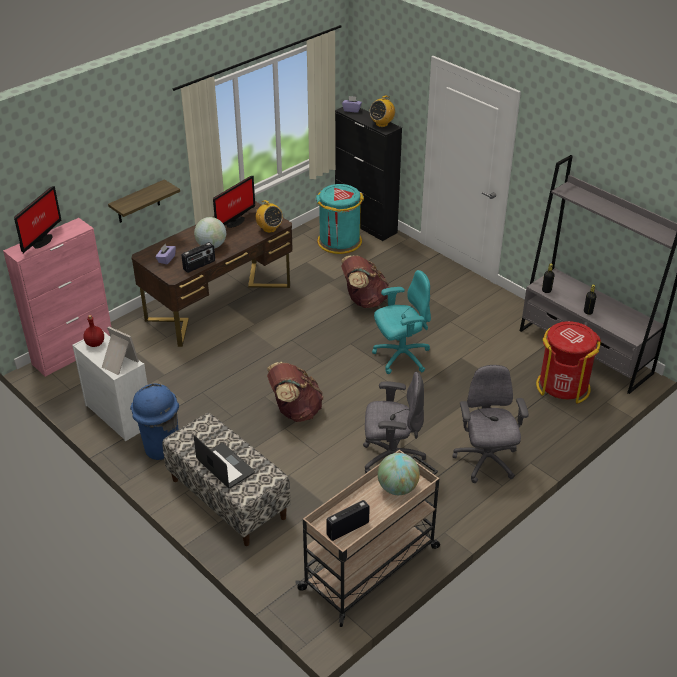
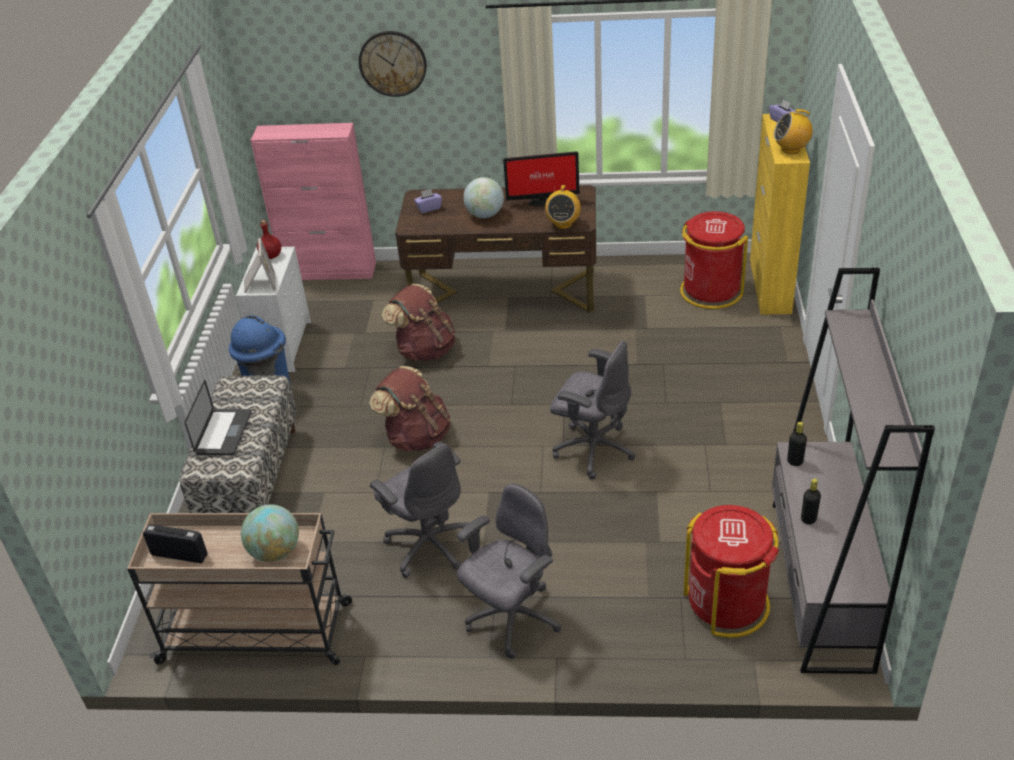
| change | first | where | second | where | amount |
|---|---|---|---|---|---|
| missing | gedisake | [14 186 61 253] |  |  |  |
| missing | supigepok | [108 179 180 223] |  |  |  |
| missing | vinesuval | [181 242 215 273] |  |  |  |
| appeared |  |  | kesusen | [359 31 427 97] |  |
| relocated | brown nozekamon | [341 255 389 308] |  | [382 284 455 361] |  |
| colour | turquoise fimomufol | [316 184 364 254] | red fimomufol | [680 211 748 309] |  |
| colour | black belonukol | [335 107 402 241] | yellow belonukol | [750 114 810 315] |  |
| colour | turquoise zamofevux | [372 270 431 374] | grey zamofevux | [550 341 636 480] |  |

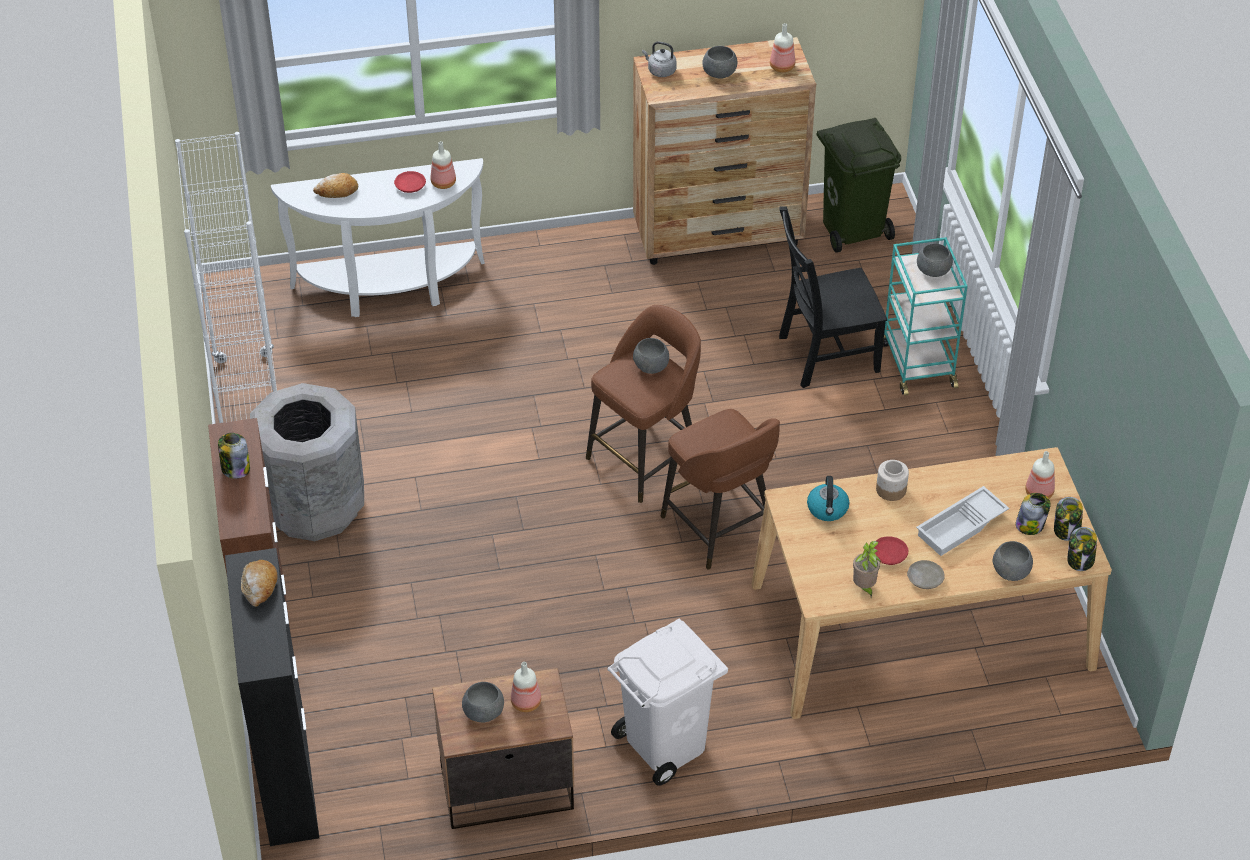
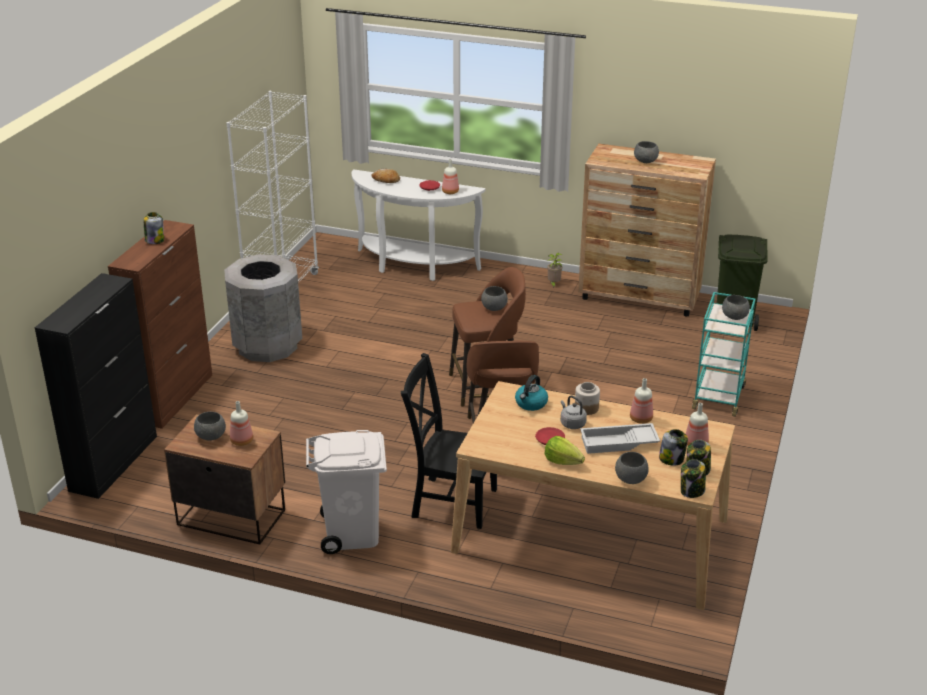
| change | first | where | second | where | amount |
|---|---|---|---|---|---|
| missing | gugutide | [241 560 277 607] |  |  |  |
| relocated | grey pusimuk | [642 41 677 77] |  | [561 395 587 429] |  |
| relocated | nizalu | [770 23 795 72] |  | [630 378 653 424] |  |
| relocated | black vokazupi | [779 207 887 388] |  | [401 353 497 529] |  |
| relocated | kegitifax | [853 541 881 597] |  | [547 253 563 288] |  |
| exchanged | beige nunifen | [907 560 945 589] | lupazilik | [544 436 585 465] |  |

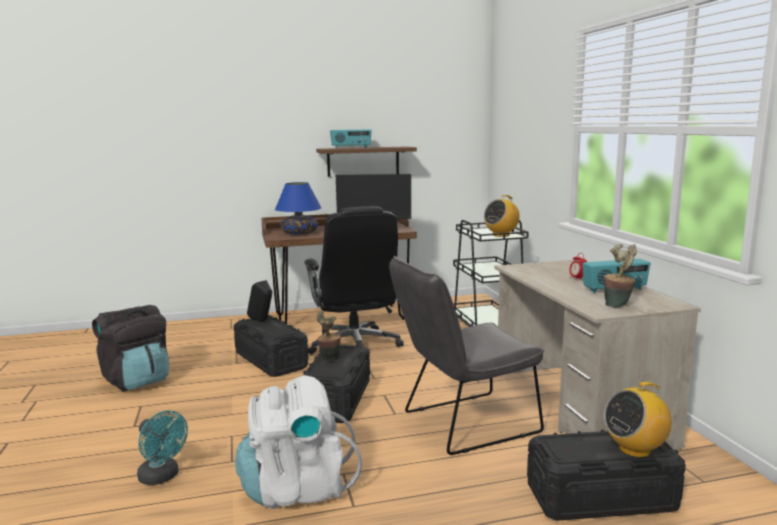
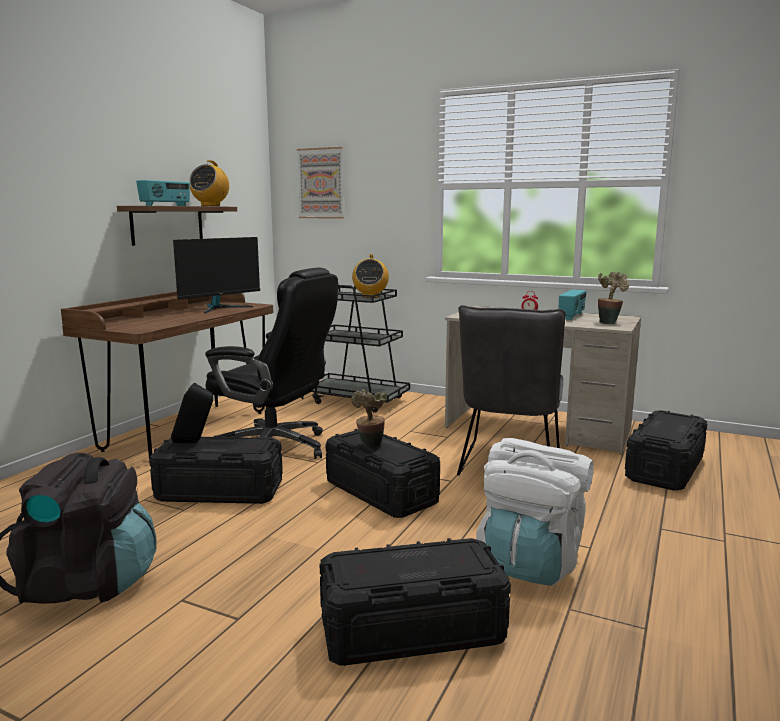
| change | first | where | second | where | amount |
|---|---|---|---|---|---|
| missing | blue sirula | [275 182 321 235] |  |  |  |
| appeared |  |  | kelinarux | [297 147 344 218] |  |
| relocated | vinesuval | [604 382 672 458] |  | [189 160 229 206] |  |
| exchanged | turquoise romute | [137 410 188 485] | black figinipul | [320 538 511 666] |  |

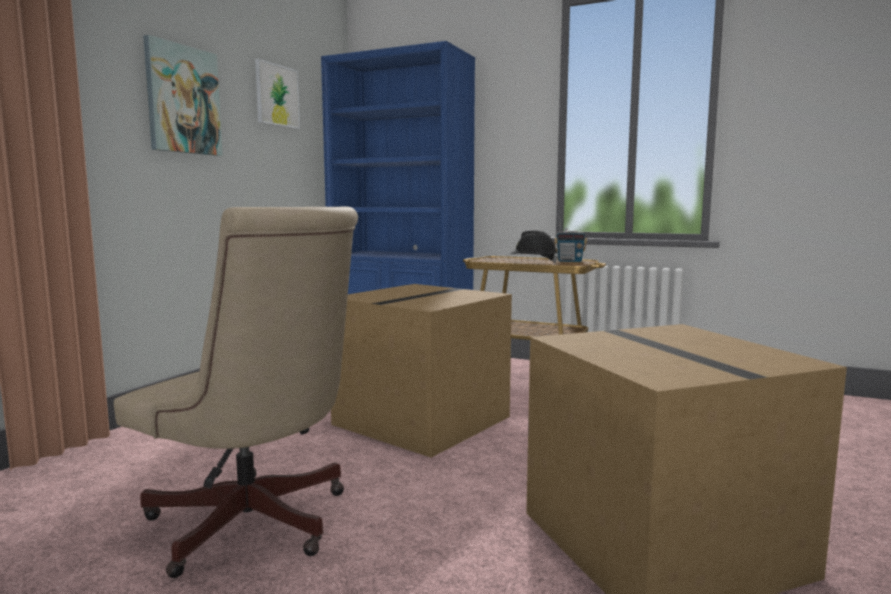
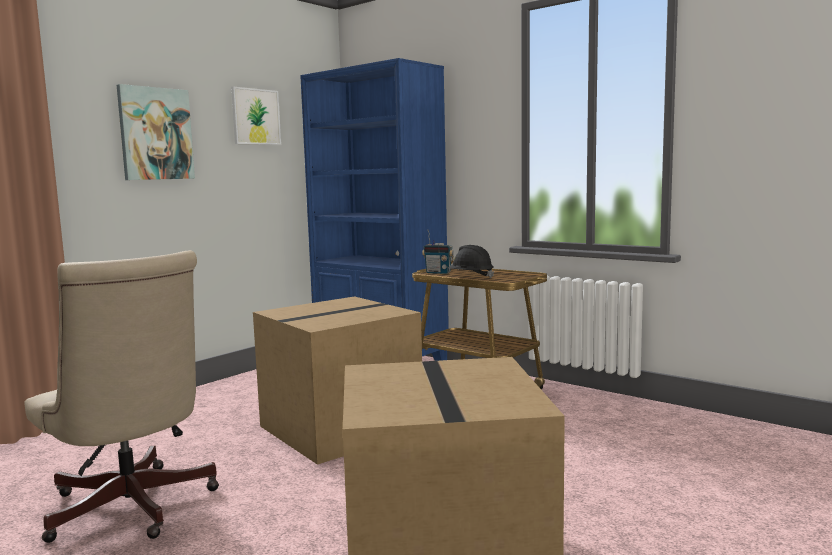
| change | first | where | second | where | amount |
|---|---|---|---|---|---|
| relocated | vinesuval | [554 217 587 262] |  | [422 231 454 274] |  |

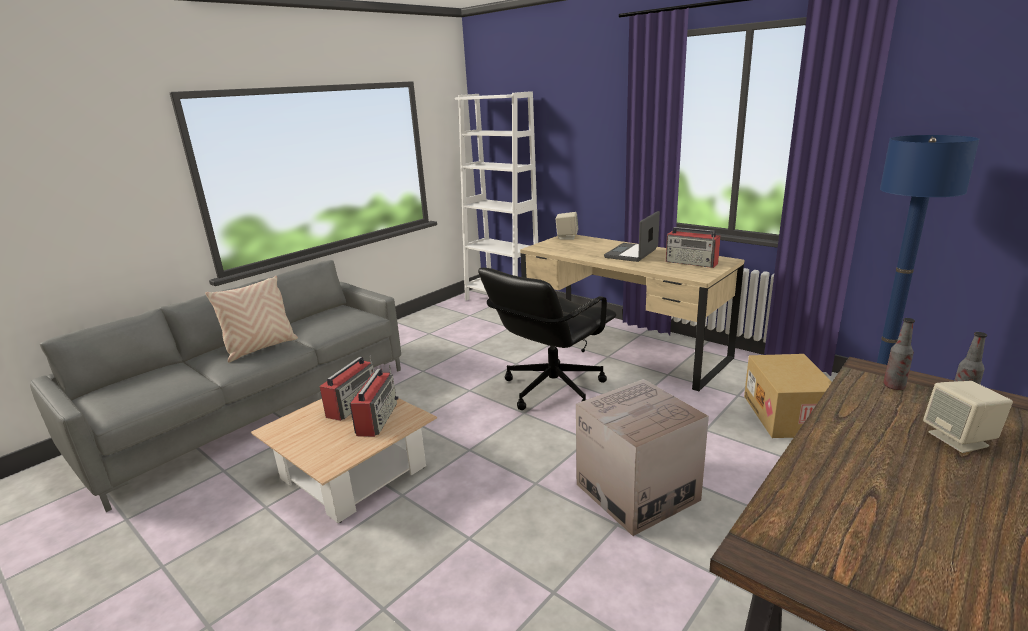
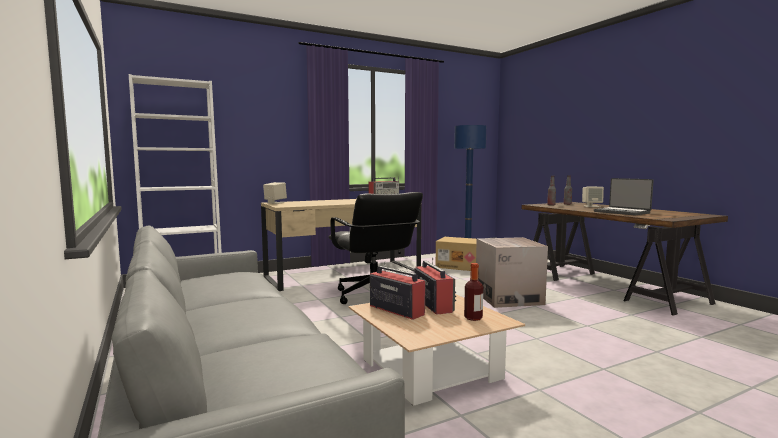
| change | first | where | second | where | amount |
|---|---|---|---|---|---|
| missing | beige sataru | [205 276 298 363] |  |  |  |
| appeared |  |  | nizalu | [464 263 483 321] |  |
| relocated | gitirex | [604 211 660 262] |  | [594 178 654 215] |  |
| spun | vinesuval | [350 365 399 437] |  | [415 257 456 315] | 45 degrees clockwise |

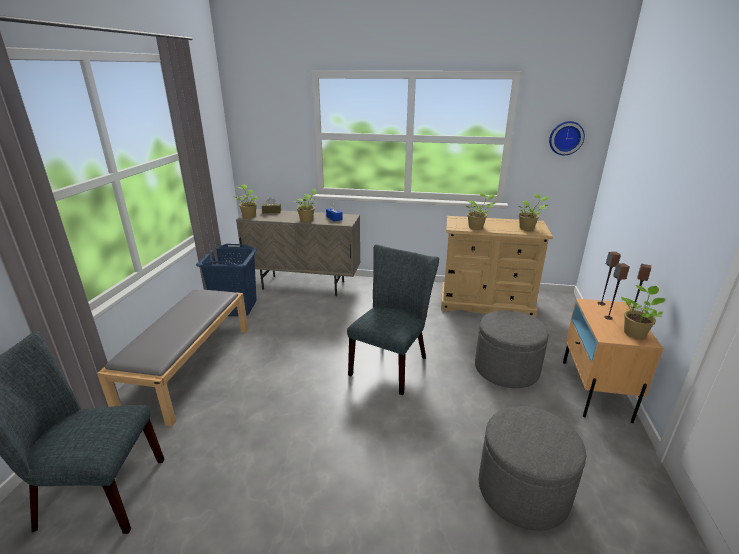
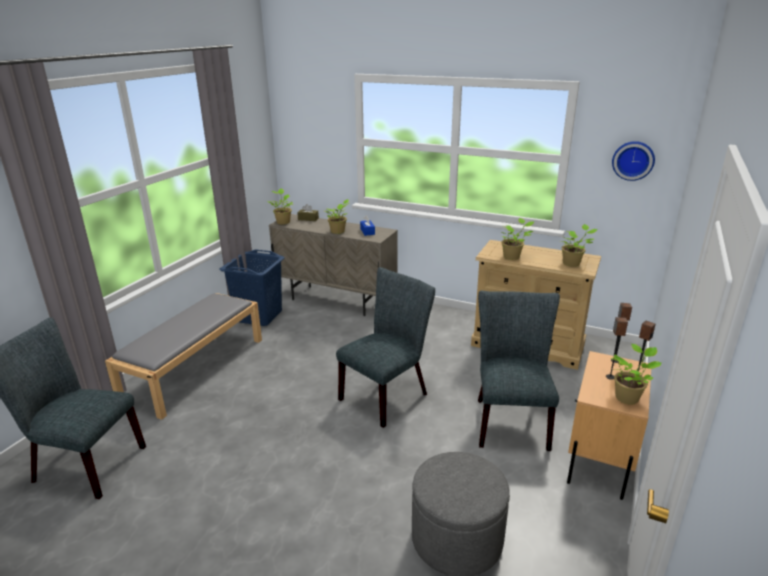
| change | first | where | second | where | amount |
|---|---|---|---|---|---|
| exchanged | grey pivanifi | [475 310 549 388] | grey vokazupi | [478 291 560 451] |  |

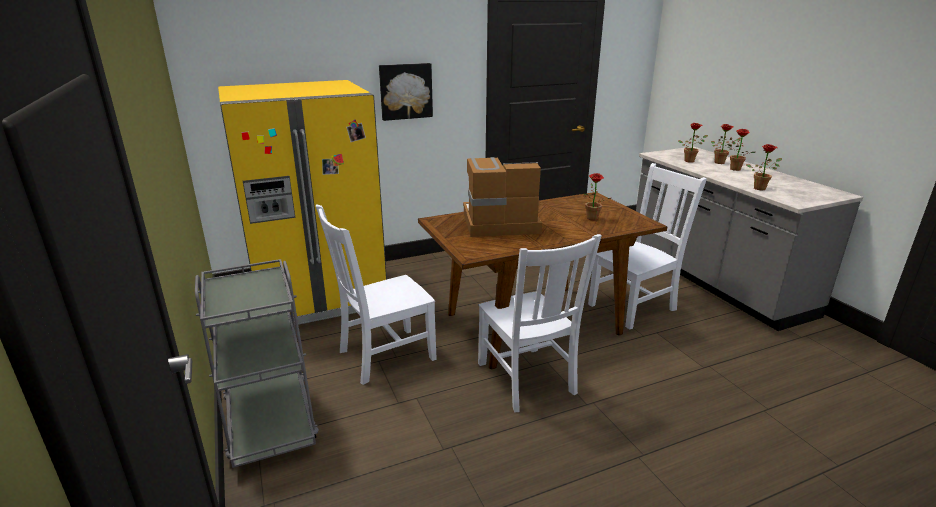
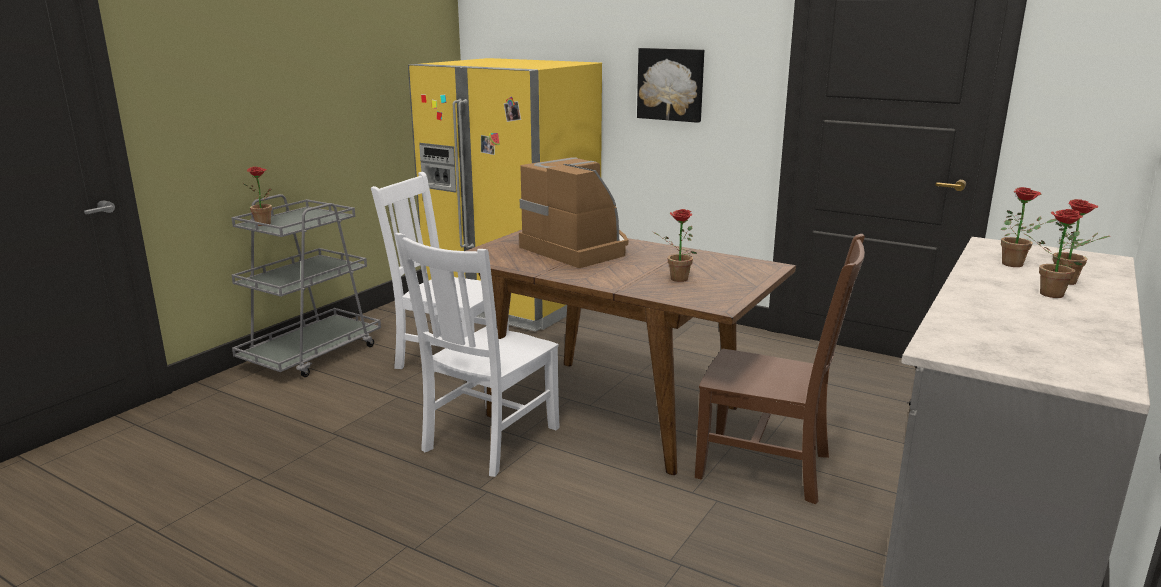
| change | first | where | second | where | amount |
|---|---|---|---|---|---|
| relocated | kegitifax | [746 144 782 190] |  | [244 167 272 226] |  |
| colour | white vokazupi | [588 163 707 329] | brown vokazupi | [695 234 865 504] |  |

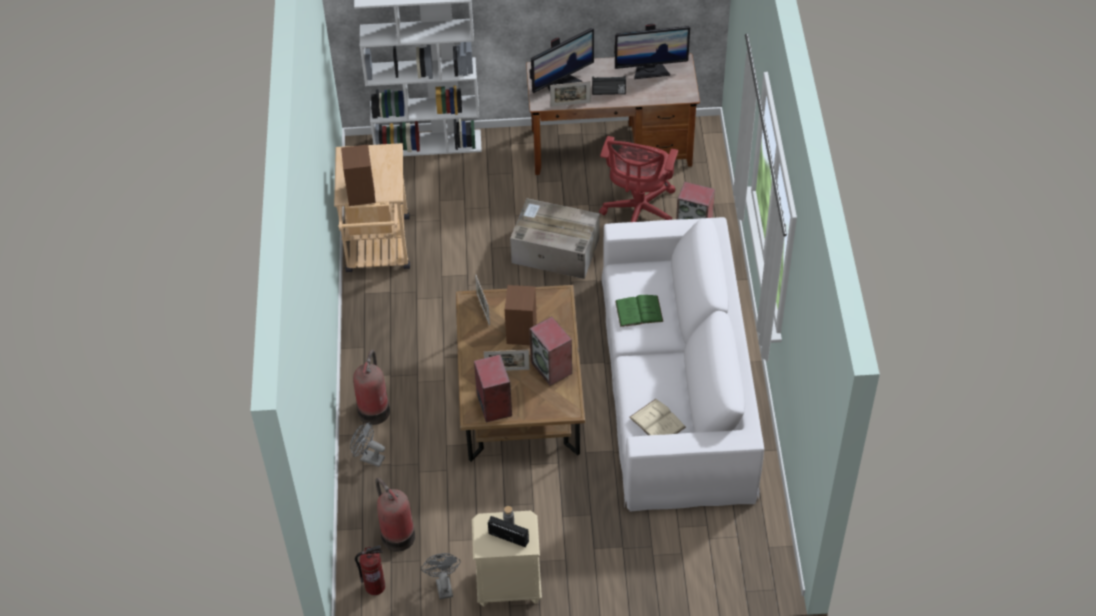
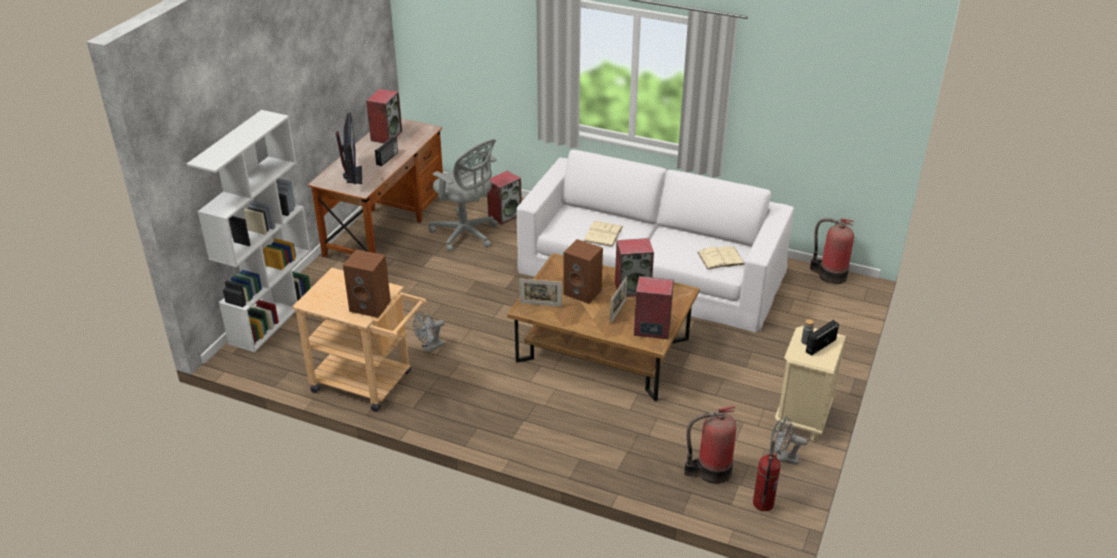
| change | first | where | second | where | amount |
|---|---|---|---|---|---|
| missing | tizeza | [510 198 600 279] |  |  |  |
| missing | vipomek | [550 81 591 107] |  |  |  |
| relocated | grey romute | [350 422 385 467] |  | [413 311 445 353] |  |
| relocated | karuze | [353 349 390 425] |  | [810 218 854 284] |  |
| exchanged | gedisake | [614 24 690 79] | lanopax | [366 89 402 143] |  |
| colour | red zamofevux | [599 136 678 222] | grey zamofevux | [428 139 498 252] |  |
| colour | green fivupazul | [615 295 663 327] | beige fivupazul | [584 221 623 247] |  |

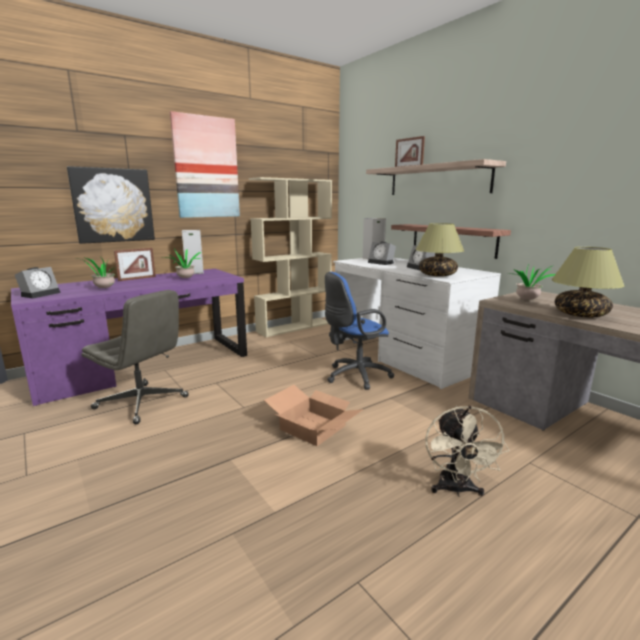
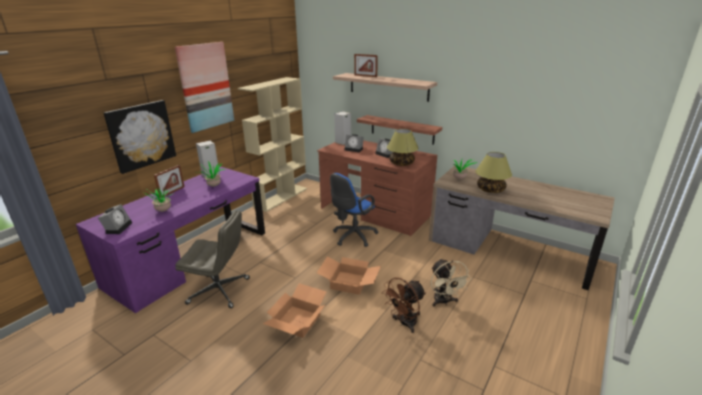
| change | first | where | second | where | amount |
|---|---|---|---|---|---|
| appeared |  |  | tizeza | [263 283 327 338] |  |
| appeared |  |  | brown romute | [382 277 426 333] |  |
| colour | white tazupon | [333 258 501 389] | brown tazupon | [317 140 438 236] |  |

